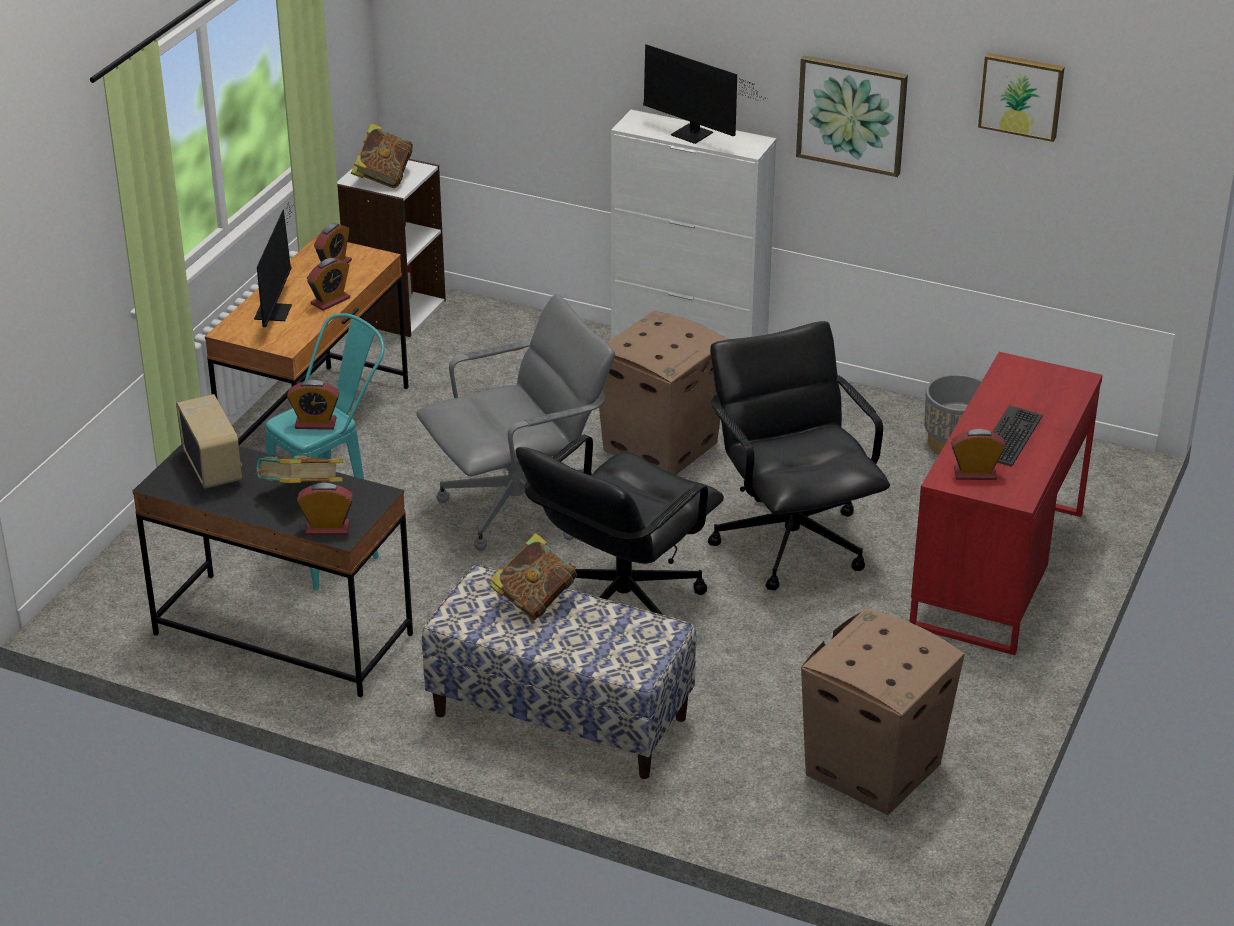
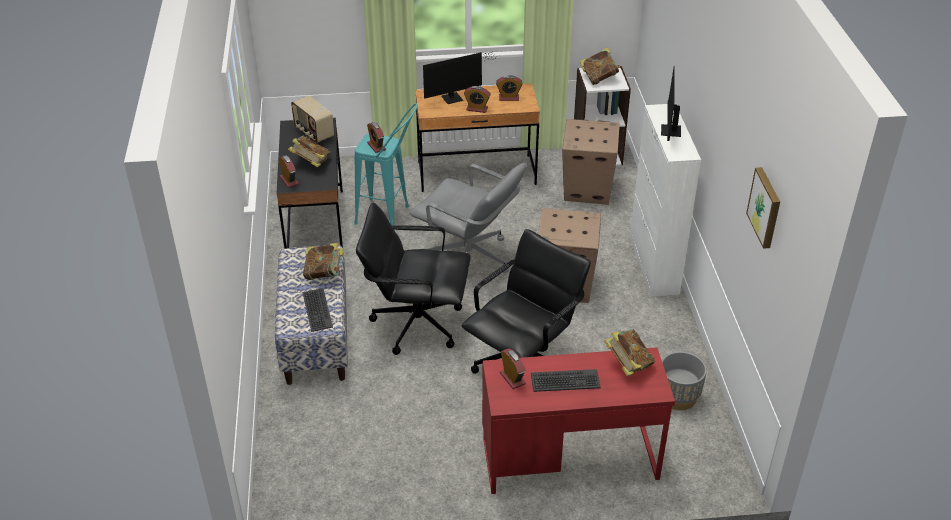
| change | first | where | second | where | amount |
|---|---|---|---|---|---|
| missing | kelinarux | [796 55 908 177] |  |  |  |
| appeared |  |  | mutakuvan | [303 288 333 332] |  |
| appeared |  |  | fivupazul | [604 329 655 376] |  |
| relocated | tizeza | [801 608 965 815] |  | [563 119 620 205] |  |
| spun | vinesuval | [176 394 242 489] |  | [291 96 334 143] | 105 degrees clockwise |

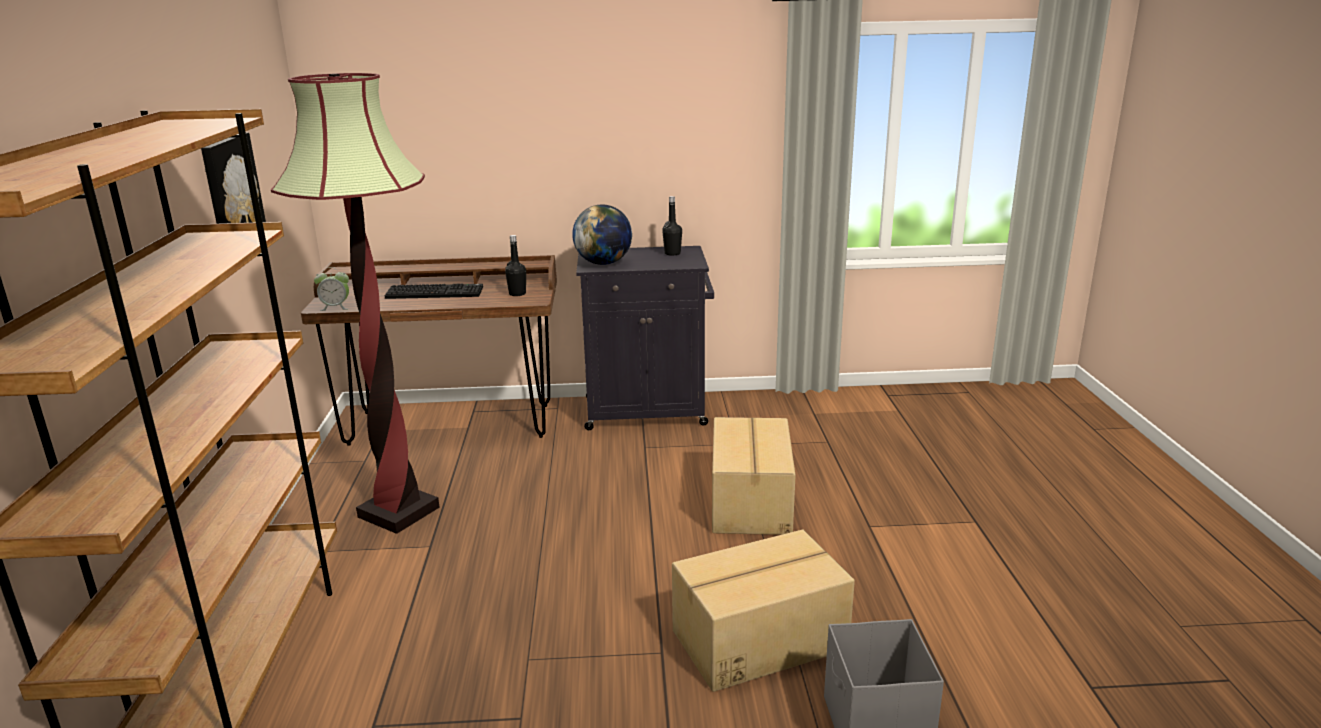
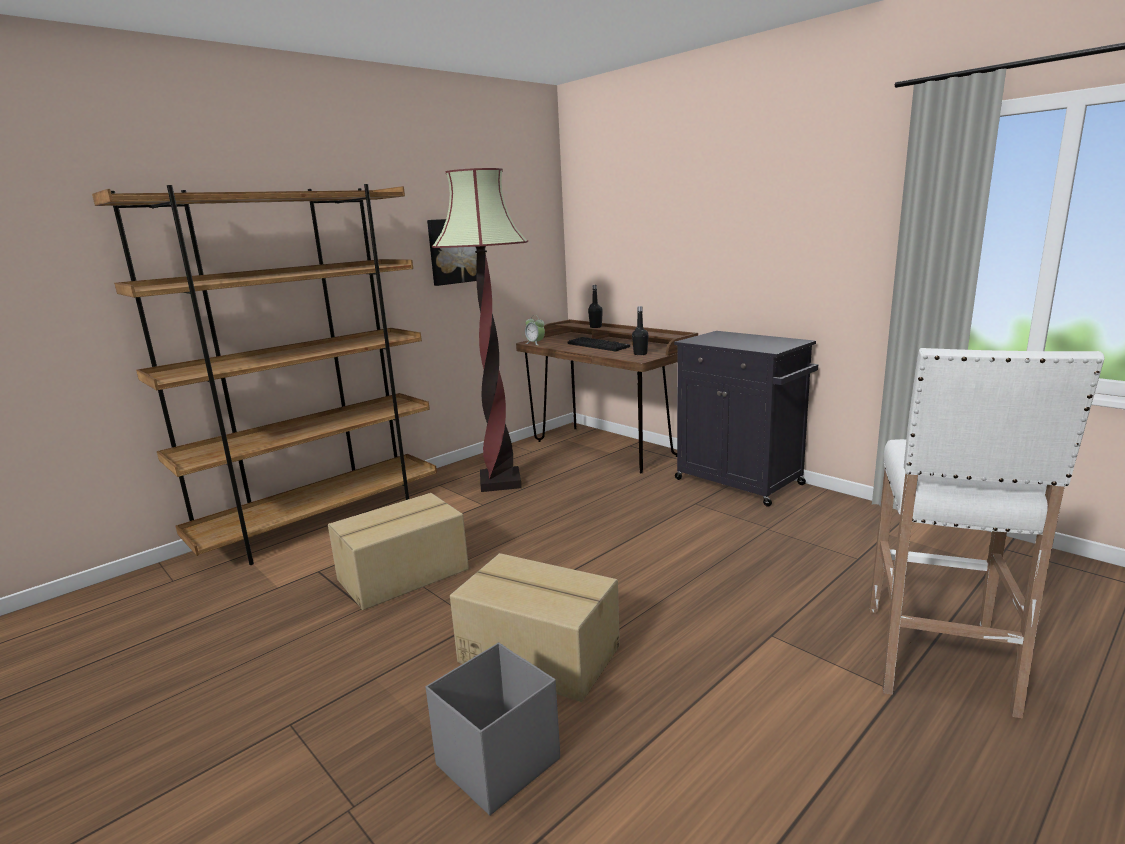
| change | first | where | second | where | amount |
|---|---|---|---|---|---|
| missing | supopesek | [572 204 632 265] |  |  |  |
| appeared |  |  | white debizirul | [869 348 1105 719] |  |
| relocated | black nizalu | [662 196 682 256] |  | [588 285 603 328] |  |
| relocated | tizeza | [712 417 796 535] |  | [328 493 469 610] |  |

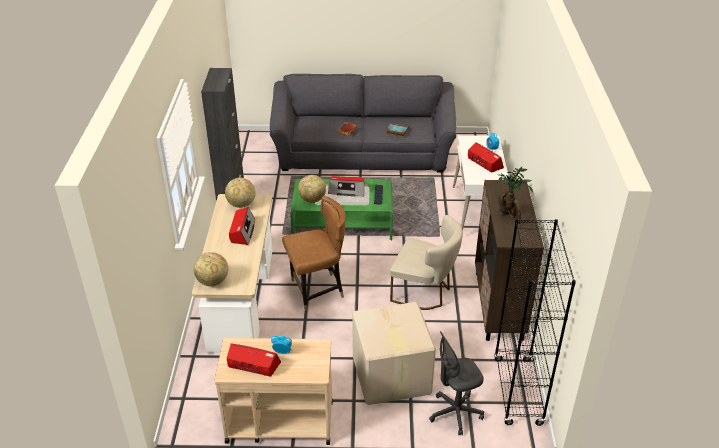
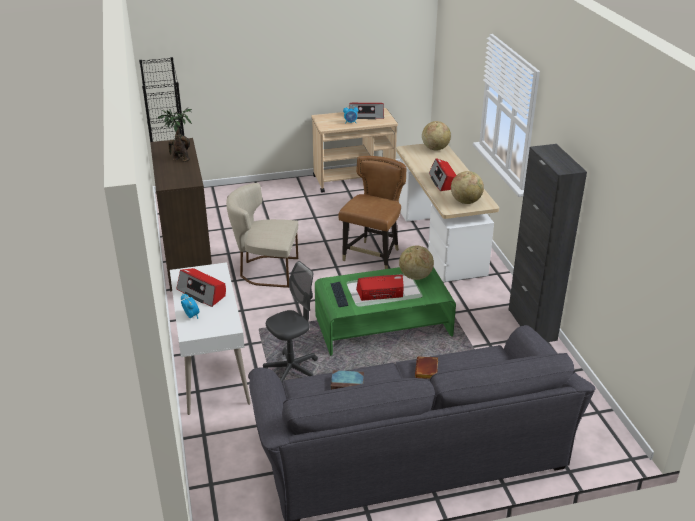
| change | first | where | second | where | amount |
|---|---|---|---|---|---|
| missing | tizeza | [352 302 436 405] |  |  |  |
| relocated | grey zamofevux | [429 331 484 435] |  | [263 261 318 385] |  |
| spun | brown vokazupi | [282 196 346 311] |  | [338 156 406 269] | 150 degrees clockwise |

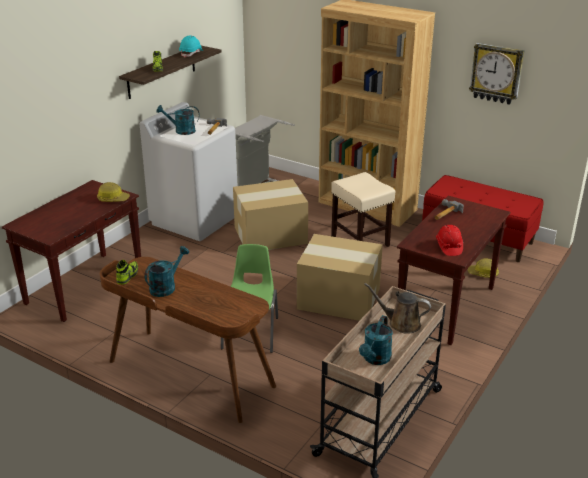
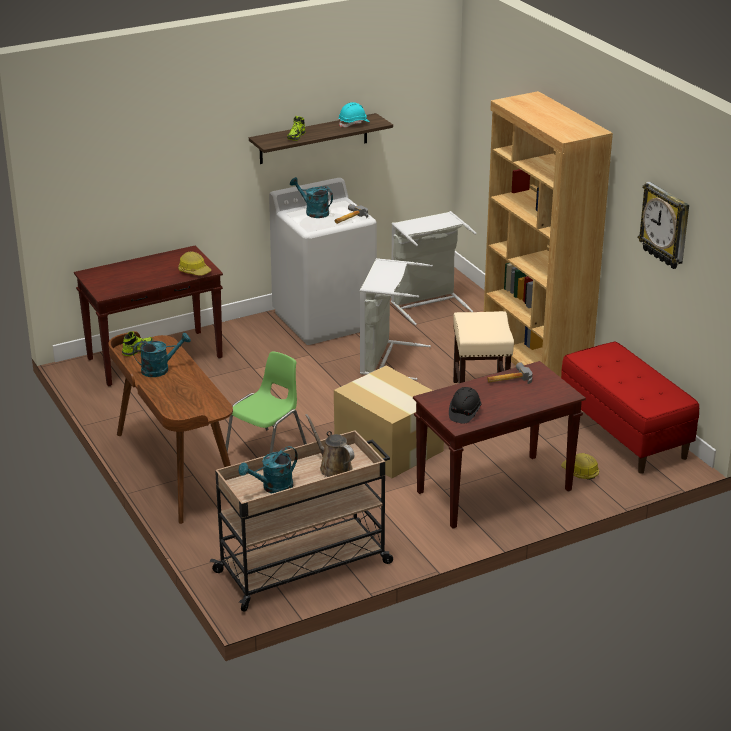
| change | first | where | second | where | amount |
|---|---|---|---|---|---|
| exchanged | tizeza | [233 179 308 250] | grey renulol | [360 258 433 380] |  |
| colour | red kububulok | [436 225 463 256] | black kububulok | [449 387 482 424] |  |

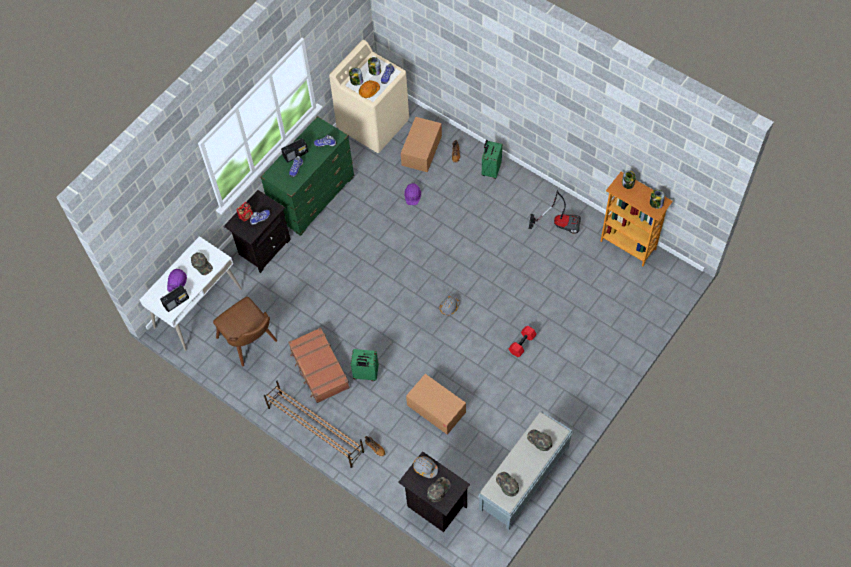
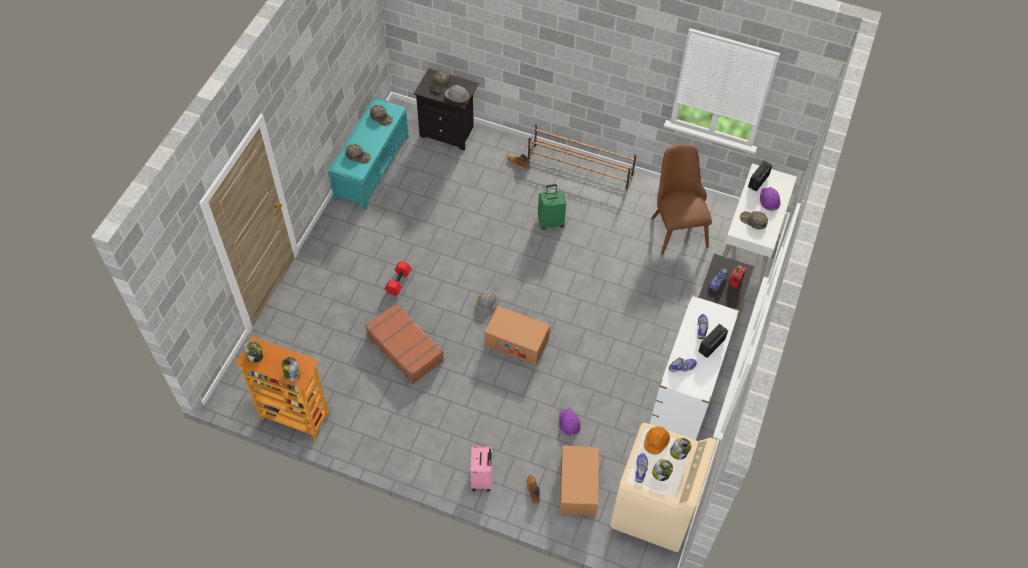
| change | first | where | second | where | amount |
|---|---|---|---|---|---|
| missing | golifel | [529 190 581 234] |  |  |  |
| relocated | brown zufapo | [288 327 350 403] |  | [365 303 444 384] |  |
| relocated | tizeza | [406 374 466 435] |  | [485 306 550 365] |  |
| colour | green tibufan | [260 116 354 236] | white tibufan | [650 295 739 440] |  |
| colour | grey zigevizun | [478 411 573 530] | turquoise zigevizun | [328 97 409 210] |  |
| colour | green zufapo | [482 140 502 179] | pink zufapo | [470 446 492 492] |  |
| spun | brown vokazupi | [213 297 277 366] |  | [651 144 712 255] | 45 degrees clockwise |

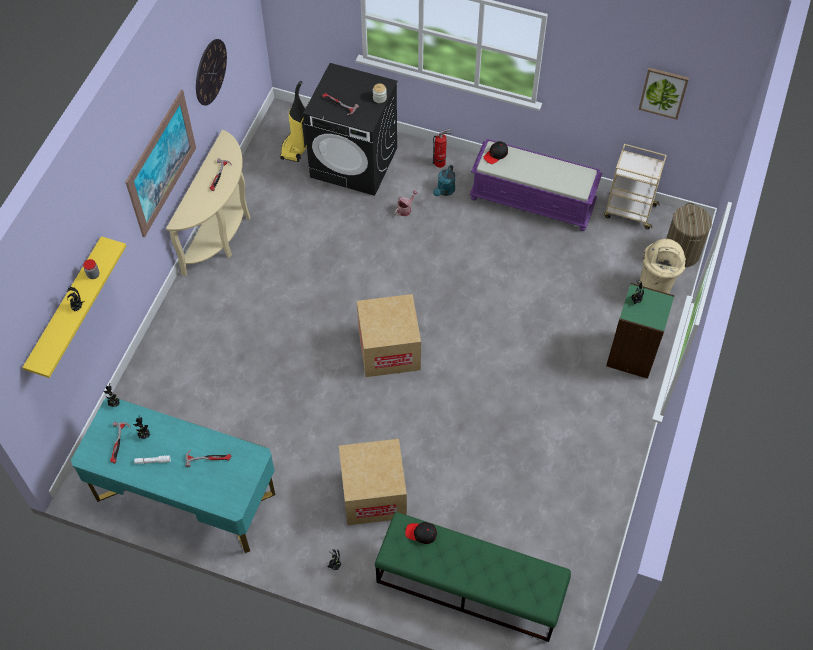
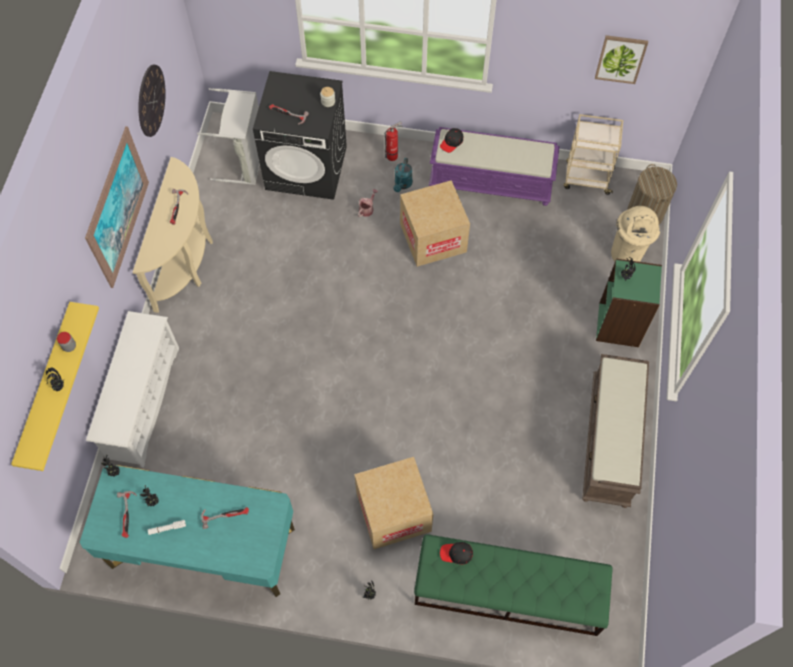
| change | first | where | second | where | amount |
|---|---|---|---|---|---|
| appeared |  |  | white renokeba | [86 311 179 468] |  |
| appeared |  |  | brown zigevizun | [582 354 649 508] |  |
| relocated | tizeza | [357 294 421 377] |  | [400 180 470 267] |  |
| exchanged | golifel | [280 81 307 162] | grey renulol | [197 88 260 185] |  |

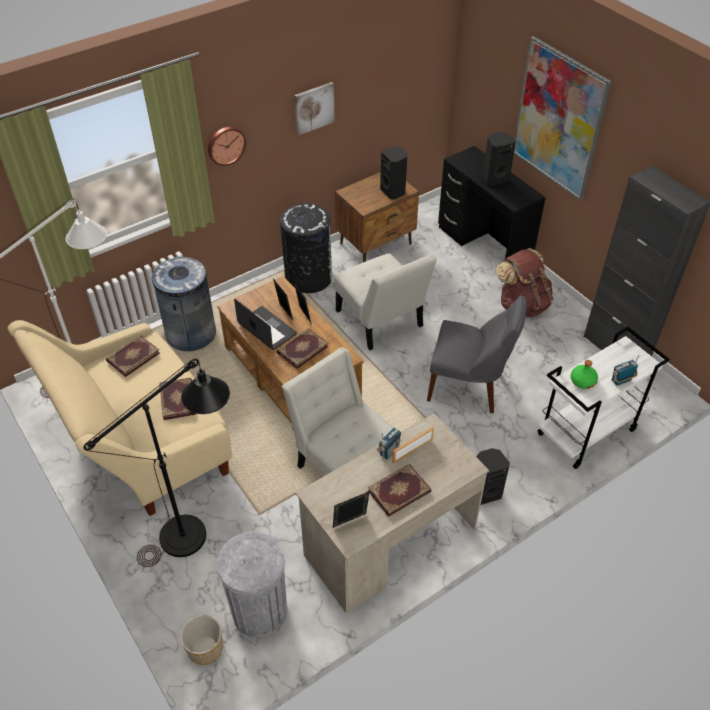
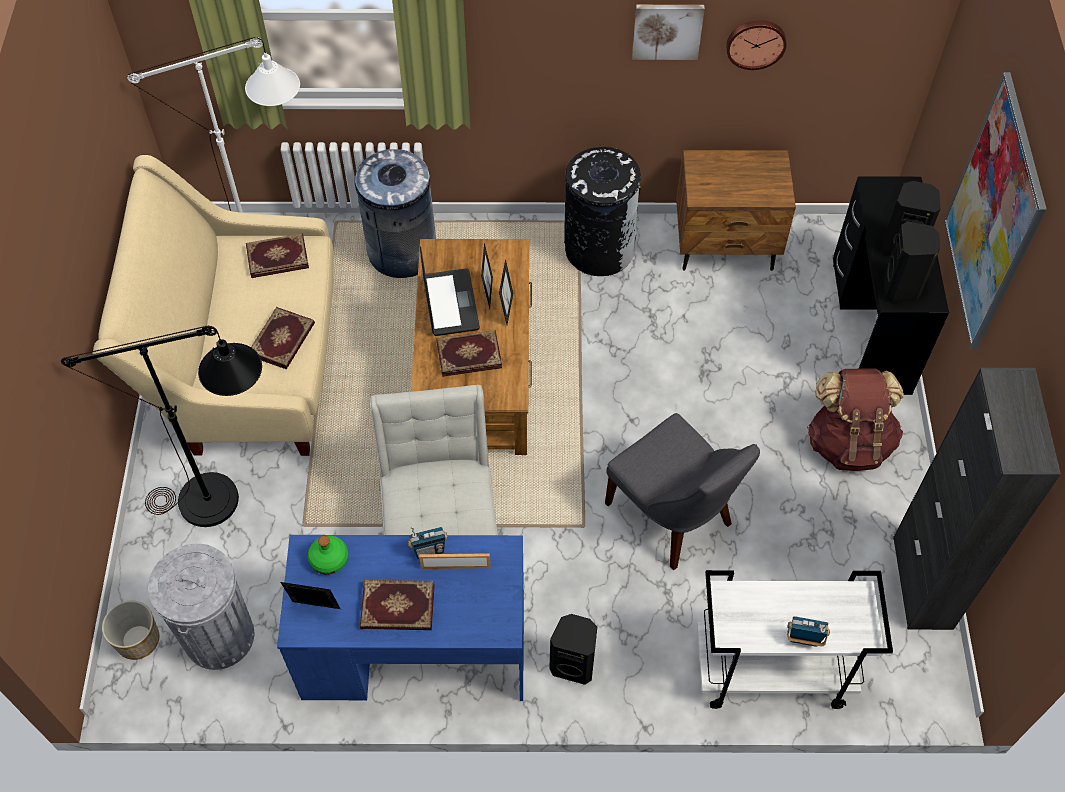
| change | first | where | second | where | amount |
|---|---|---|---|---|---|
| missing | white vokazupi | [334 253 437 350] |  |  |  |
| relocated | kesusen | [208 127 246 166] |  | [726 20 786 70] |  |
| relocated | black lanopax | [380 146 408 200] |  | [884 221 940 302] |  |
| relocated | green nizalu | [571 360 598 389] |  | [308 535 348 575] |  |
| colour | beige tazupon | [296 414 489 613] | blue tazupon | [277 535 524 701] |  |

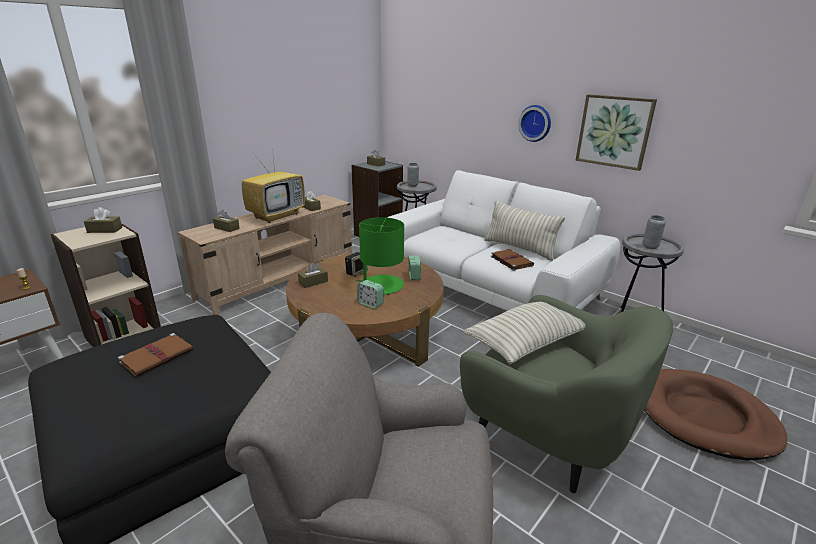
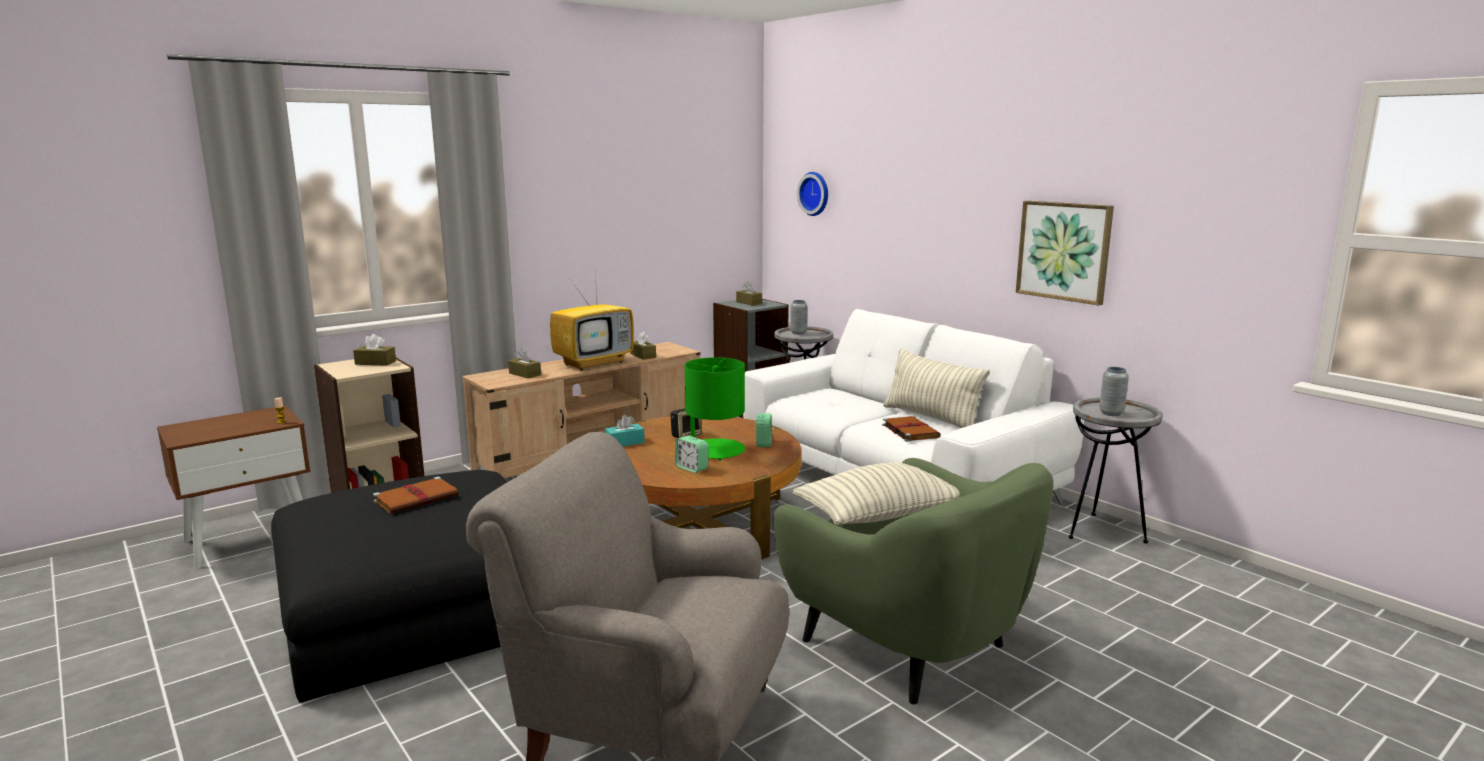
| change | first | where | second | where | amount |
|---|---|---|---|---|---|
| missing | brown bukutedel | [644 369 787 460] |  |  |  |
| relocated | kesusen | [518 105 551 142] |  | [797 172 828 216] |  |
| colour | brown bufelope | [298 262 328 288] | turquoise bufelope | [605 415 645 446] |  |

